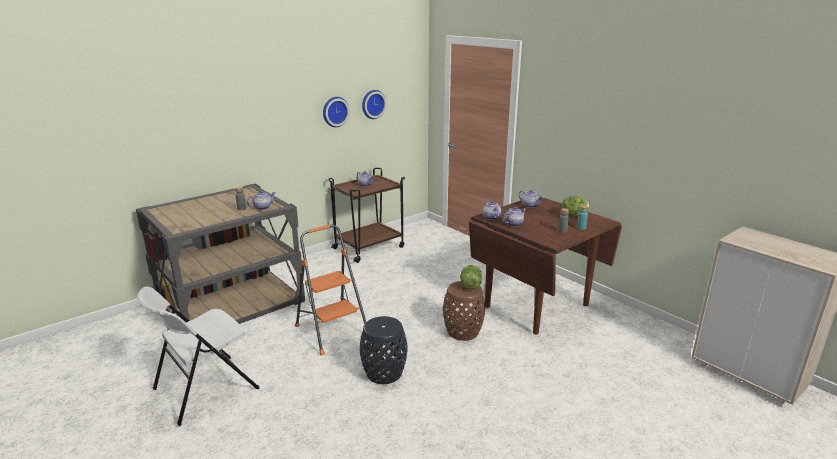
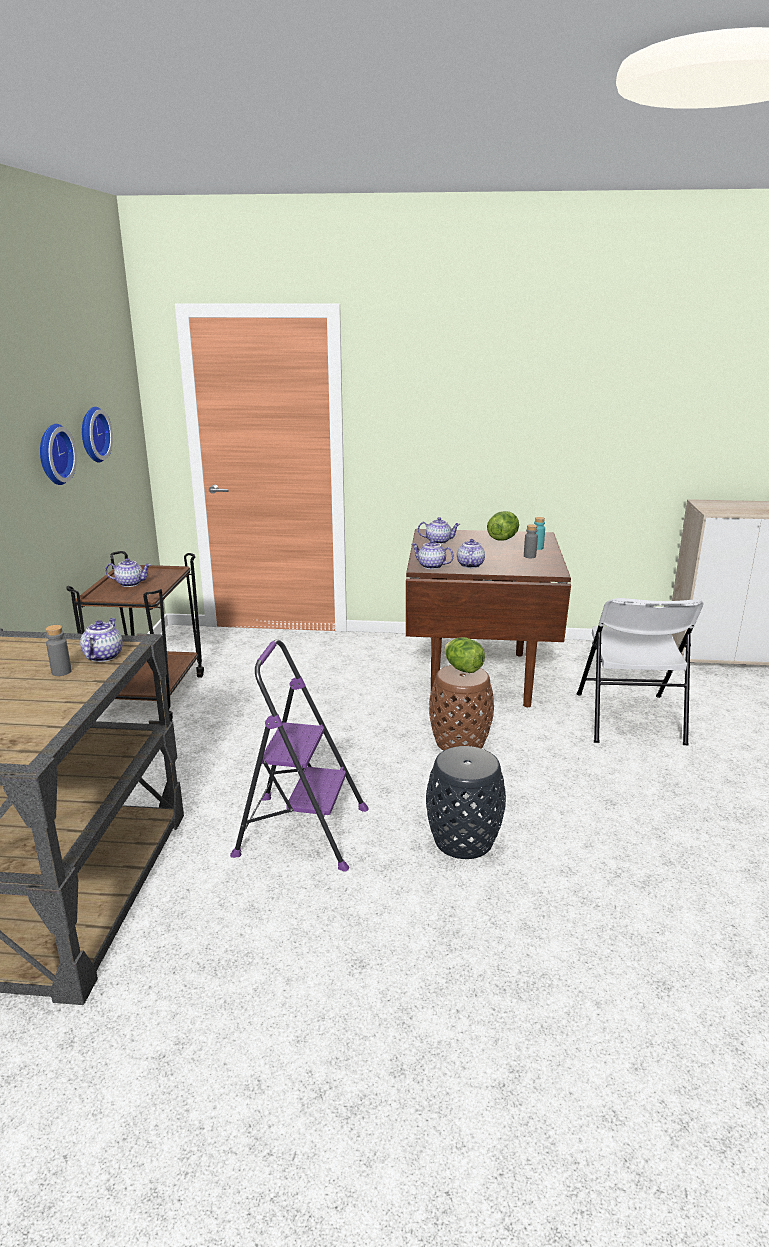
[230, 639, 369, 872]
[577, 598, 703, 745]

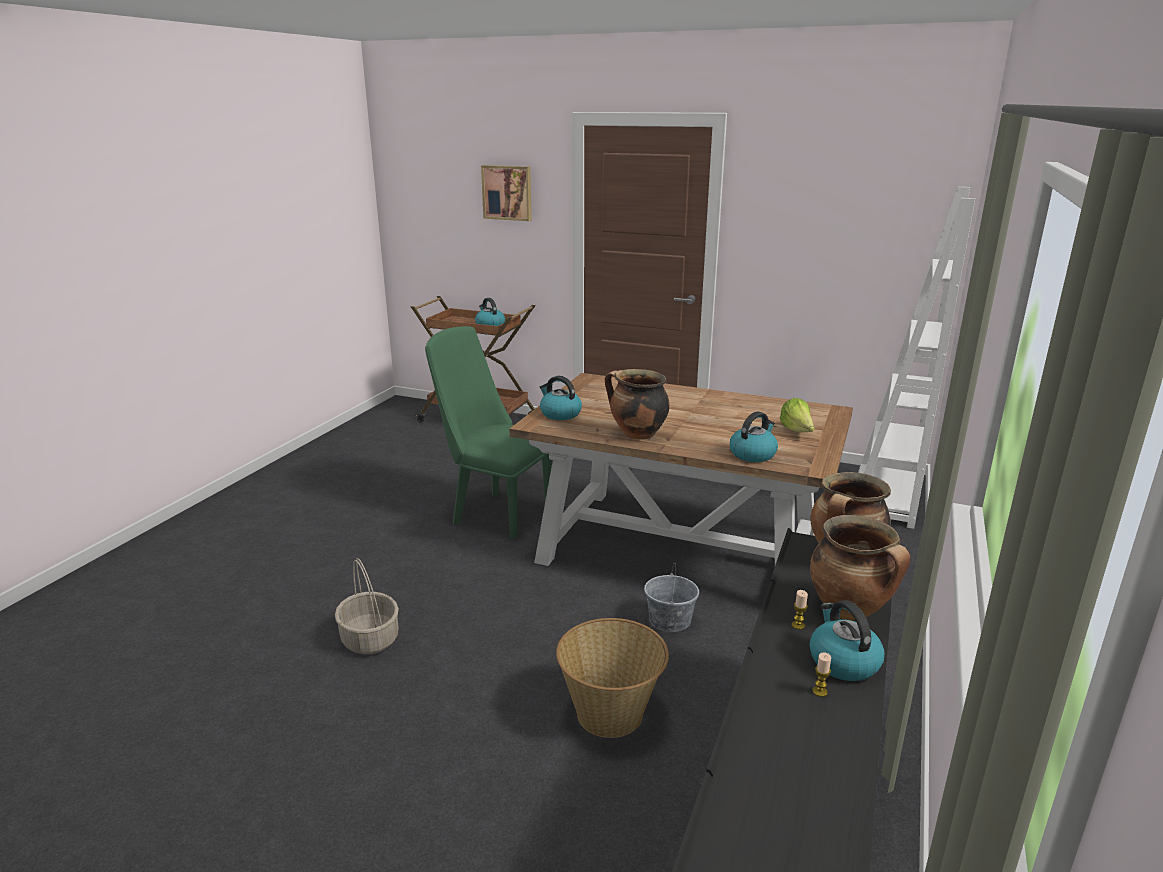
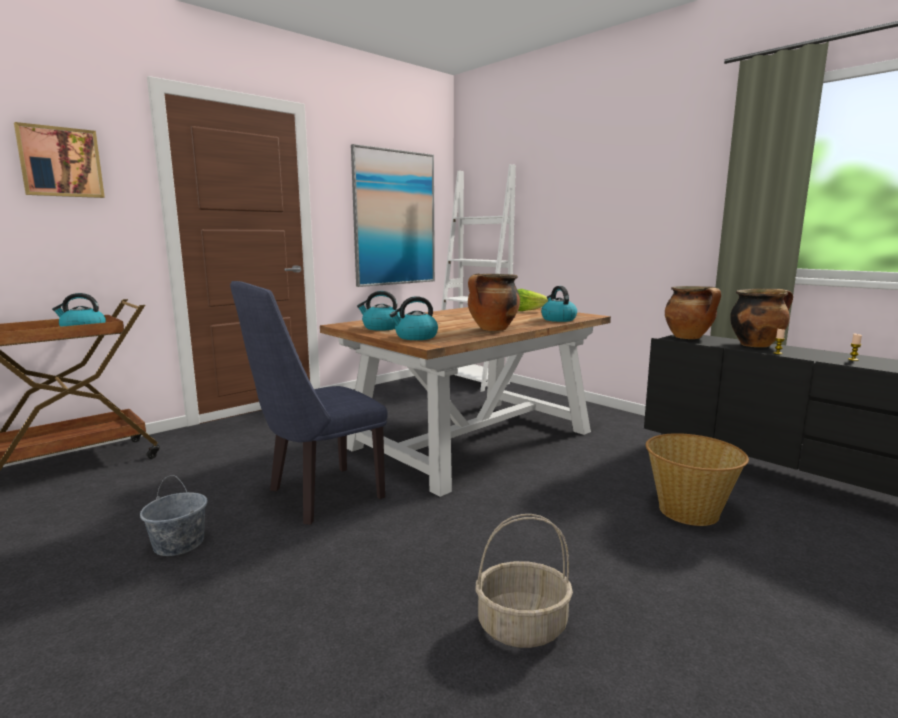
[140, 475, 207, 556]
[230, 281, 388, 525]
[351, 144, 435, 287]
[357, 291, 400, 331]

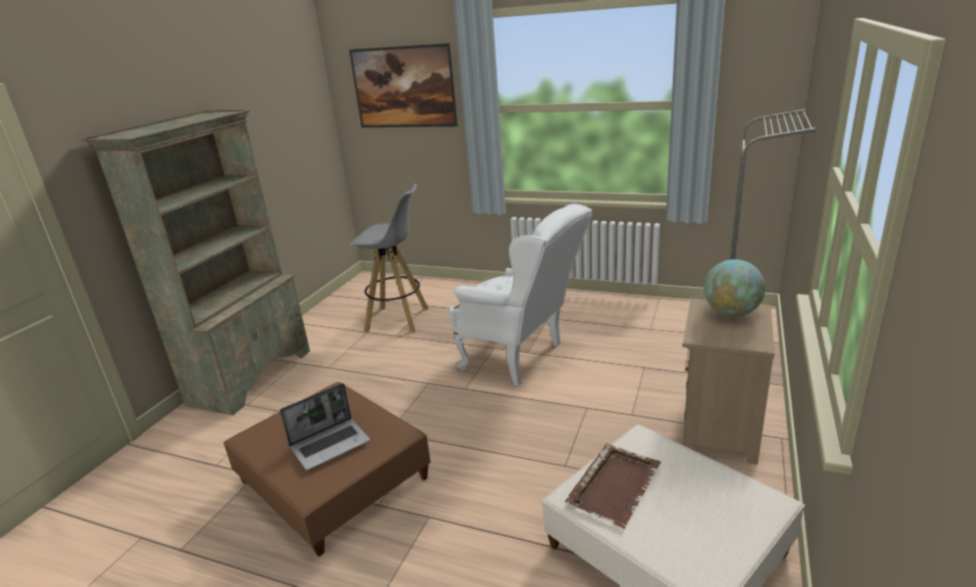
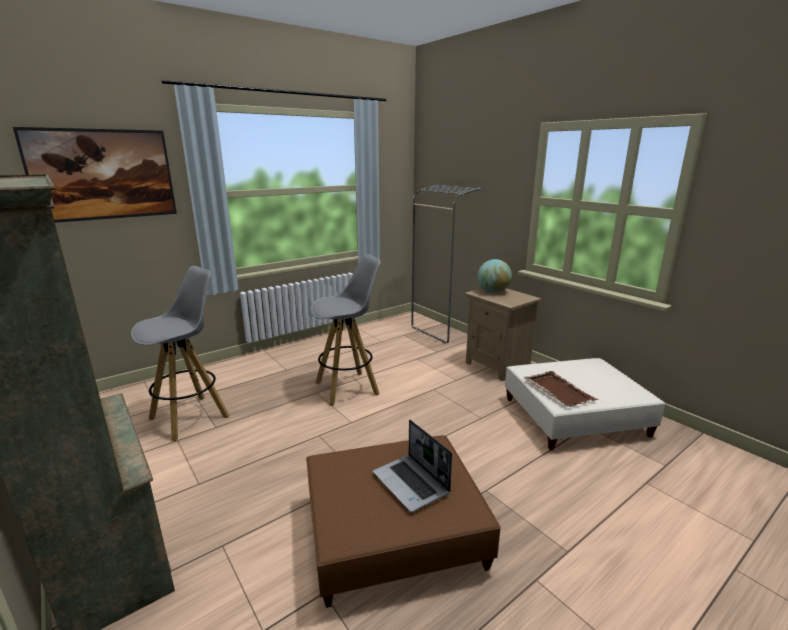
[311, 254, 381, 406]
[373, 420, 452, 512]

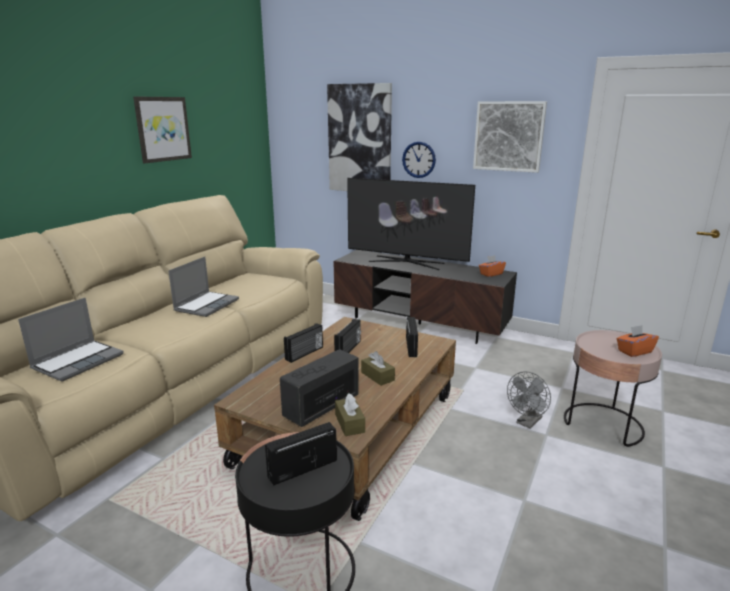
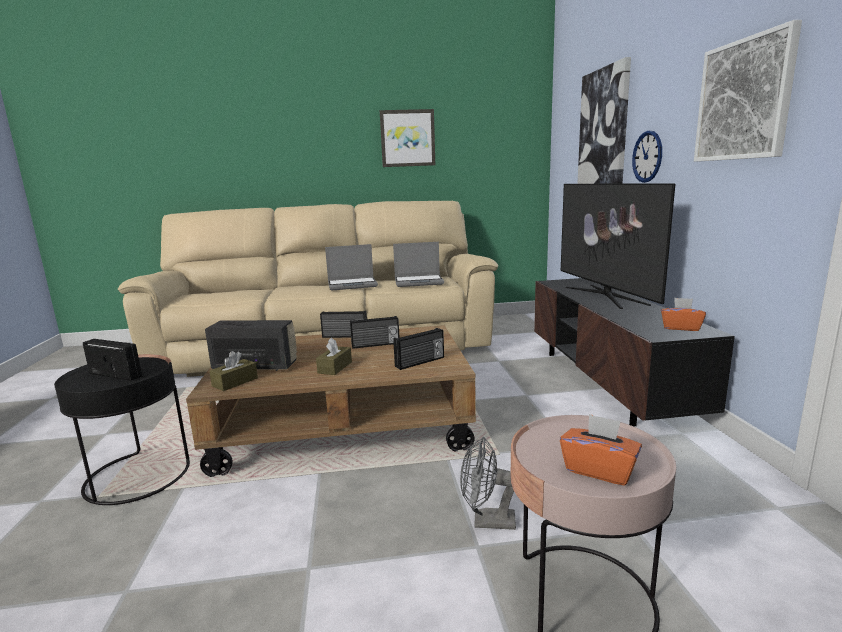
[393, 242, 444, 287]

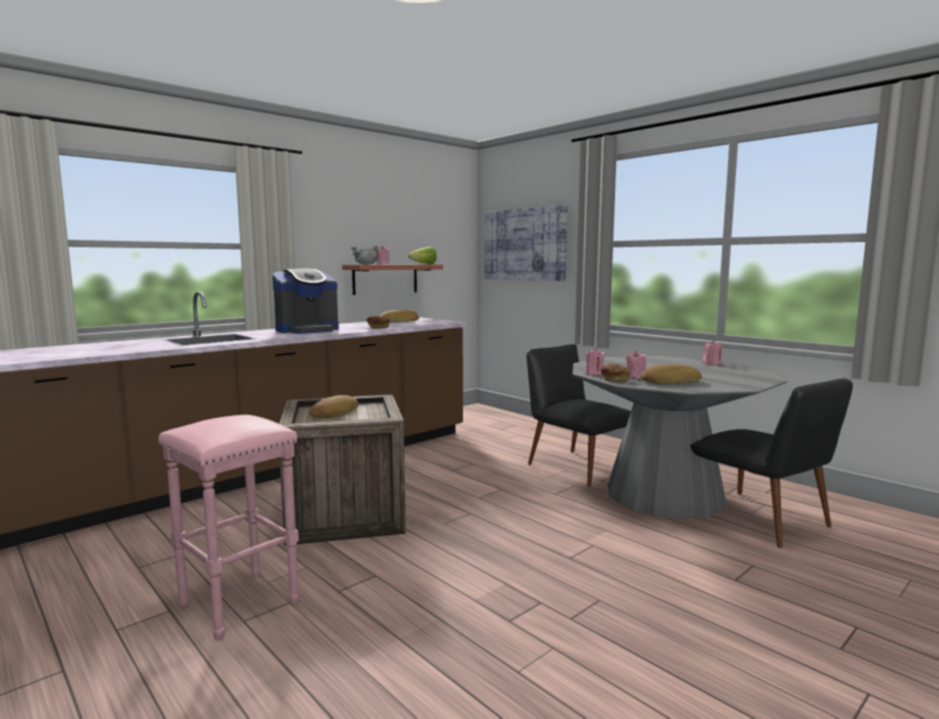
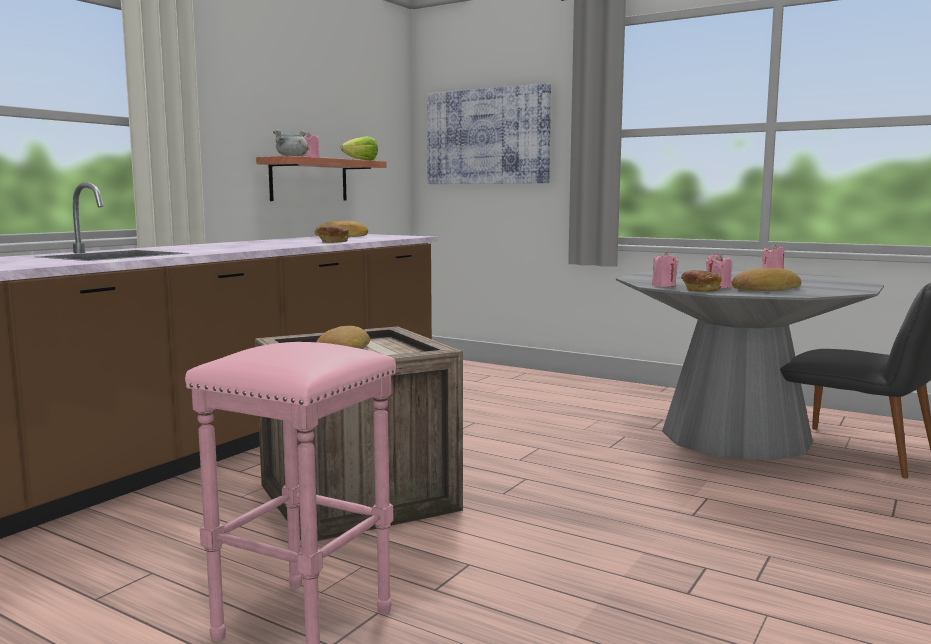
[272, 269, 339, 334] (first image)
[526, 344, 631, 487] (first image)

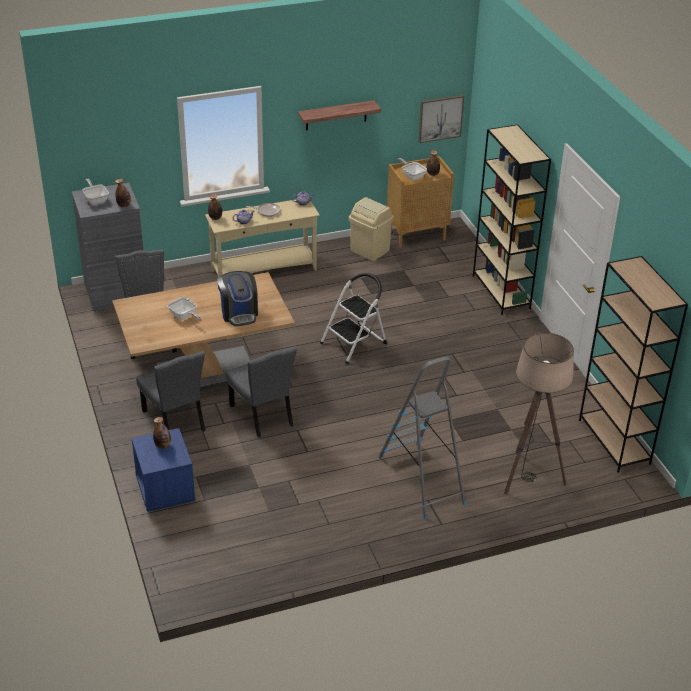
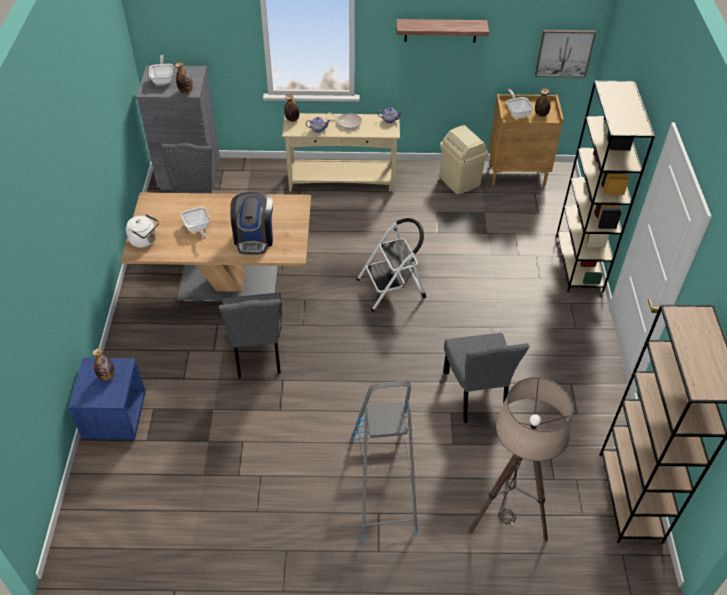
[126, 214, 159, 248]
[443, 333, 530, 423]

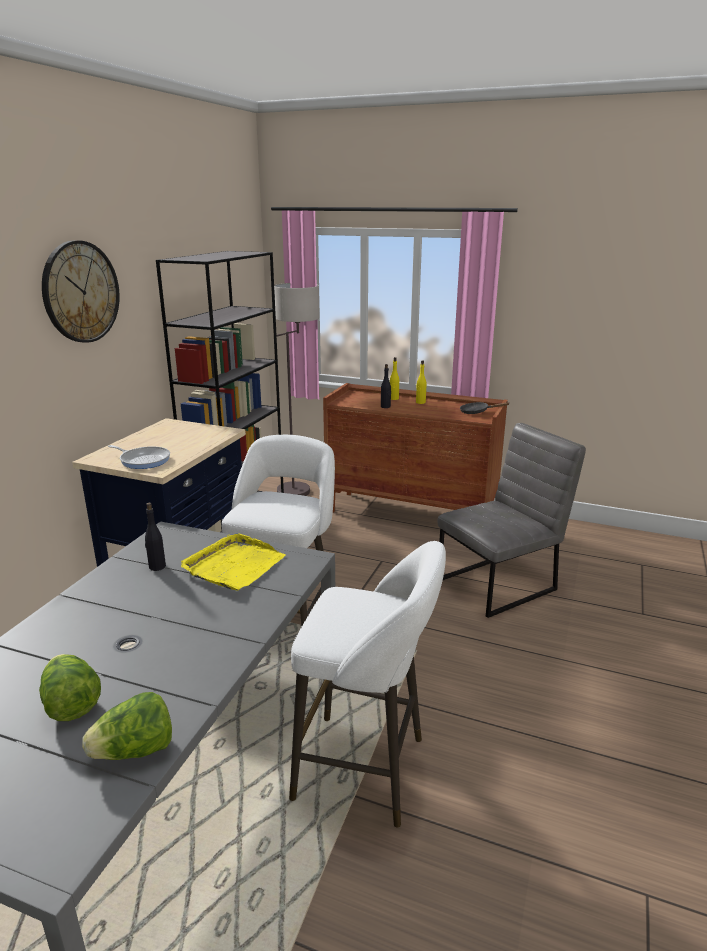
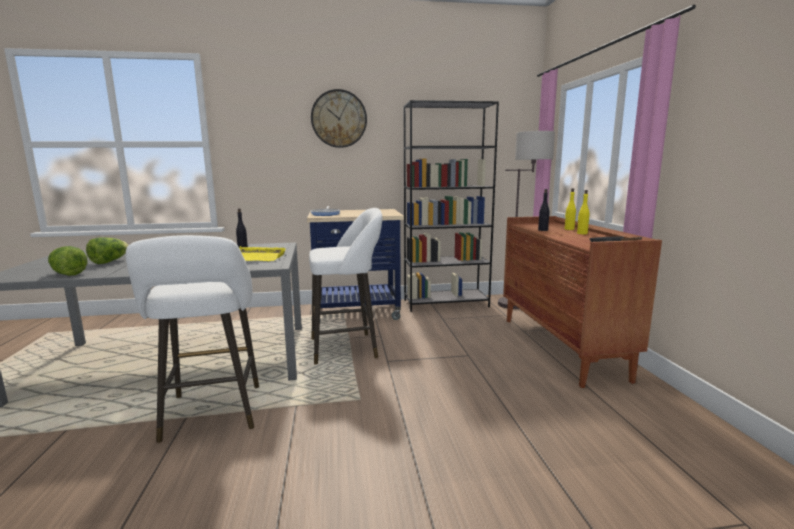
[437, 423, 586, 618] (first image)

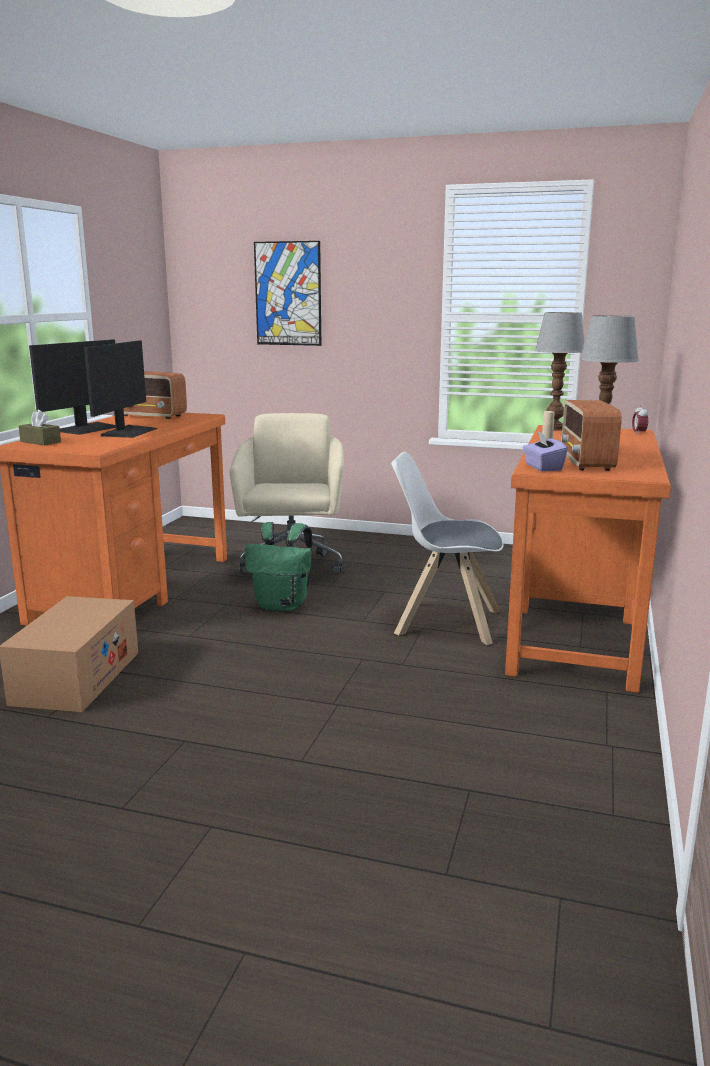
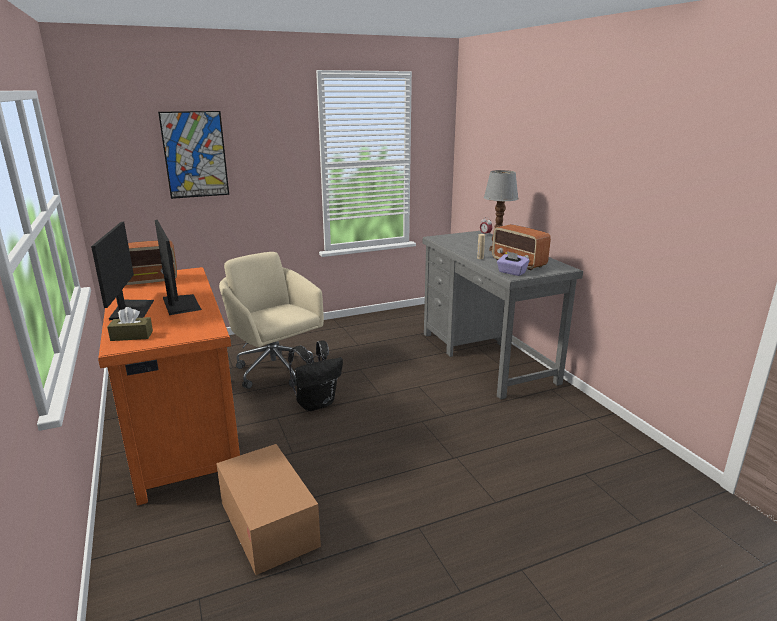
[288, 341, 343, 411]
[423, 231, 583, 399]
[391, 452, 504, 645] (first image)
[535, 312, 585, 431] (first image)

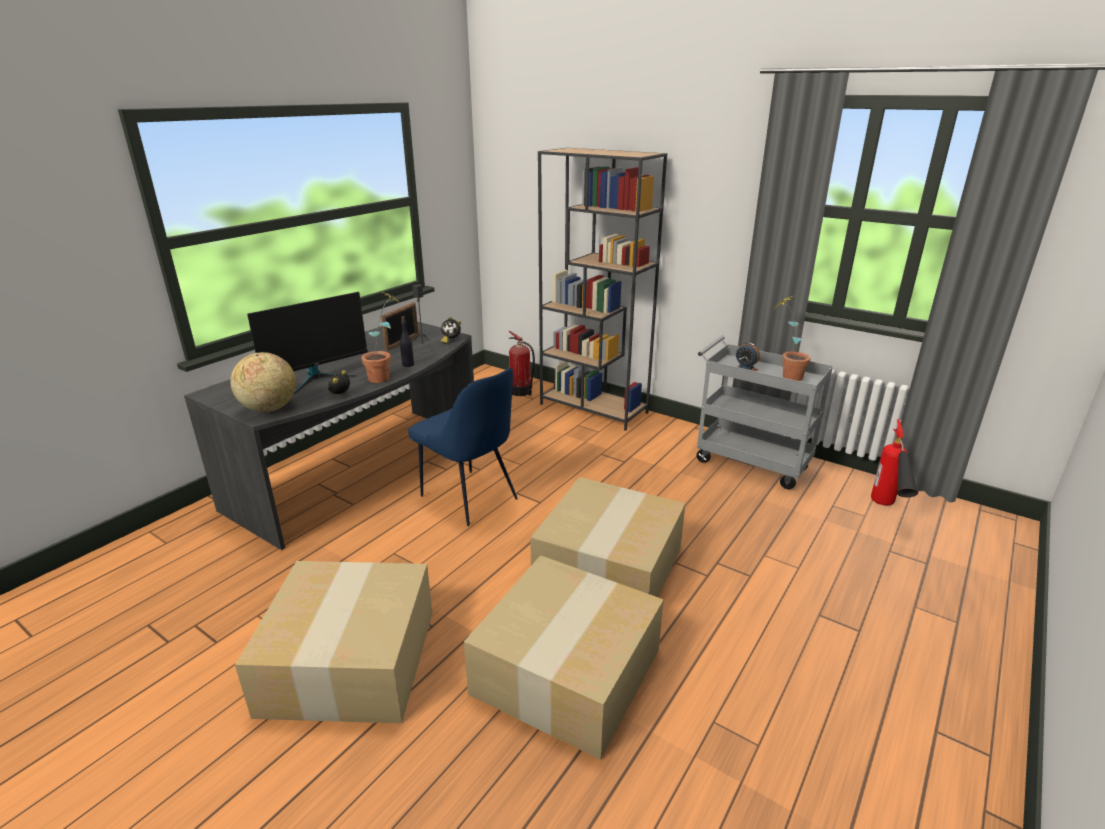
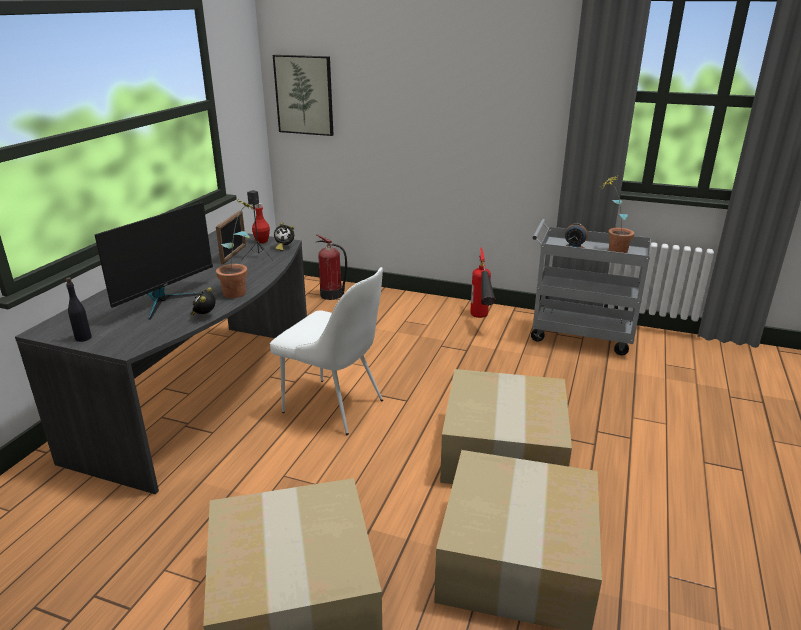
[66, 277, 92, 342]
[252, 203, 270, 243]
[270, 267, 383, 435]
[273, 55, 333, 136]
[470, 248, 496, 318]
[230, 352, 296, 412] (first image)
[538, 148, 667, 431] (first image)

